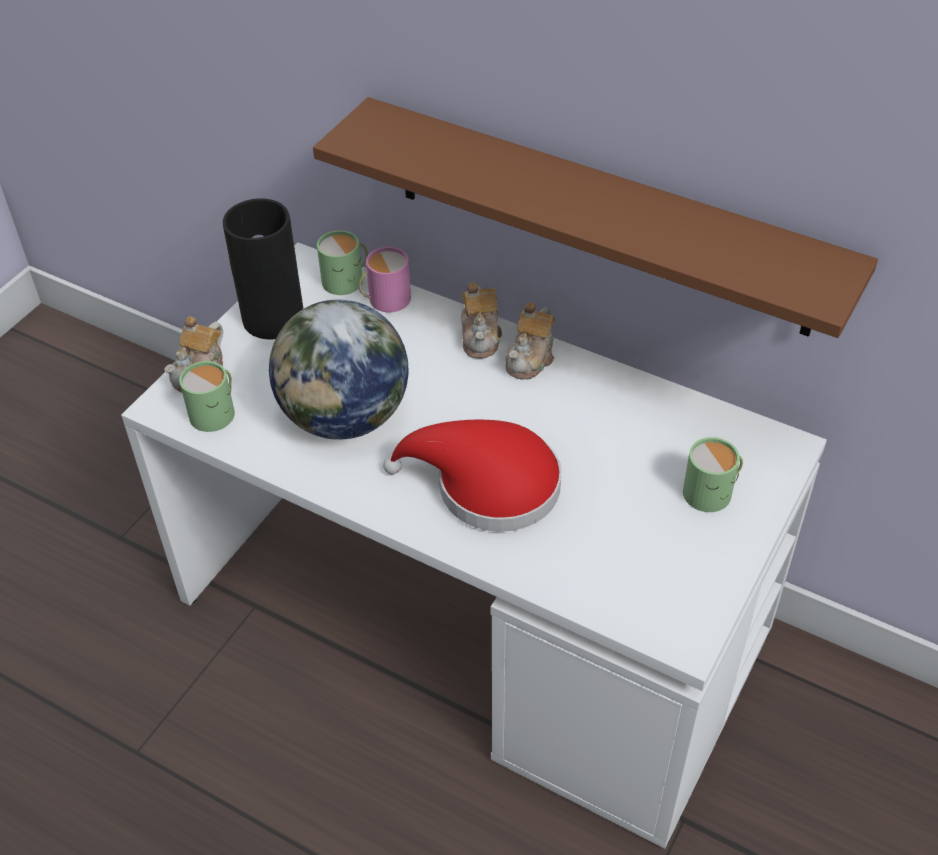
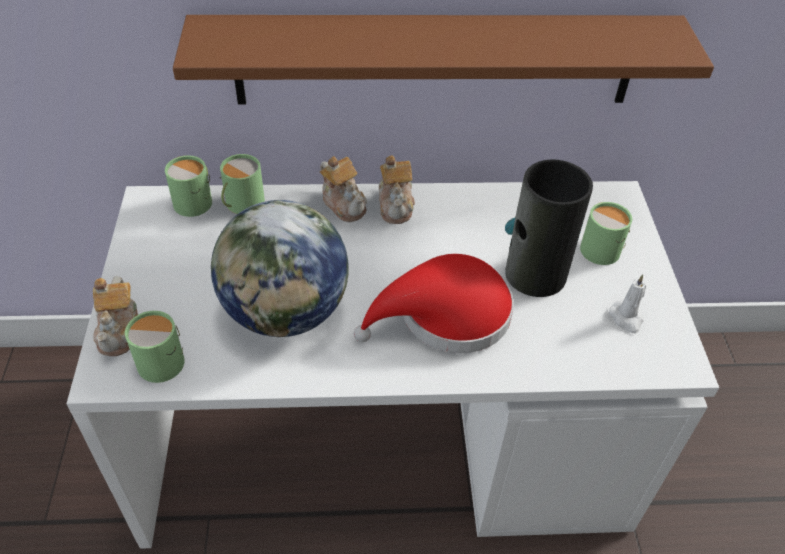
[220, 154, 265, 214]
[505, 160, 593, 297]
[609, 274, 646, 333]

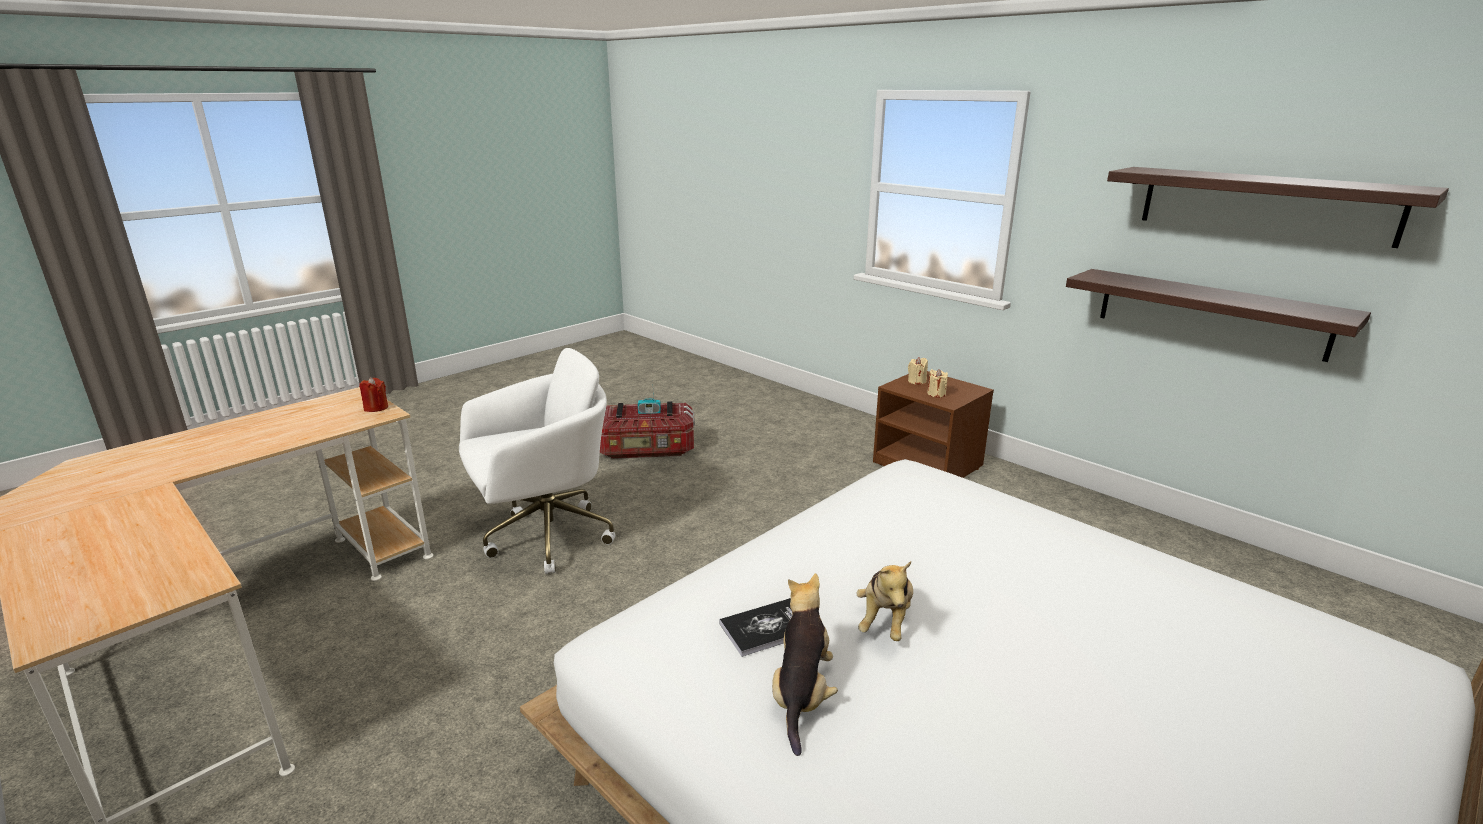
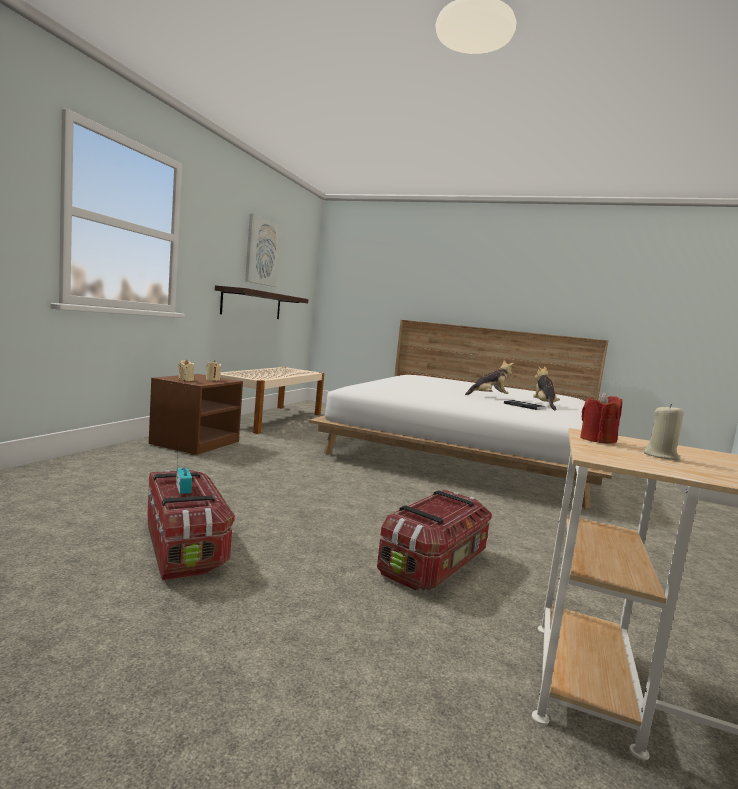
[220, 367, 324, 434]
[245, 214, 282, 287]
[377, 490, 492, 591]
[533, 365, 560, 410]
[644, 404, 684, 461]

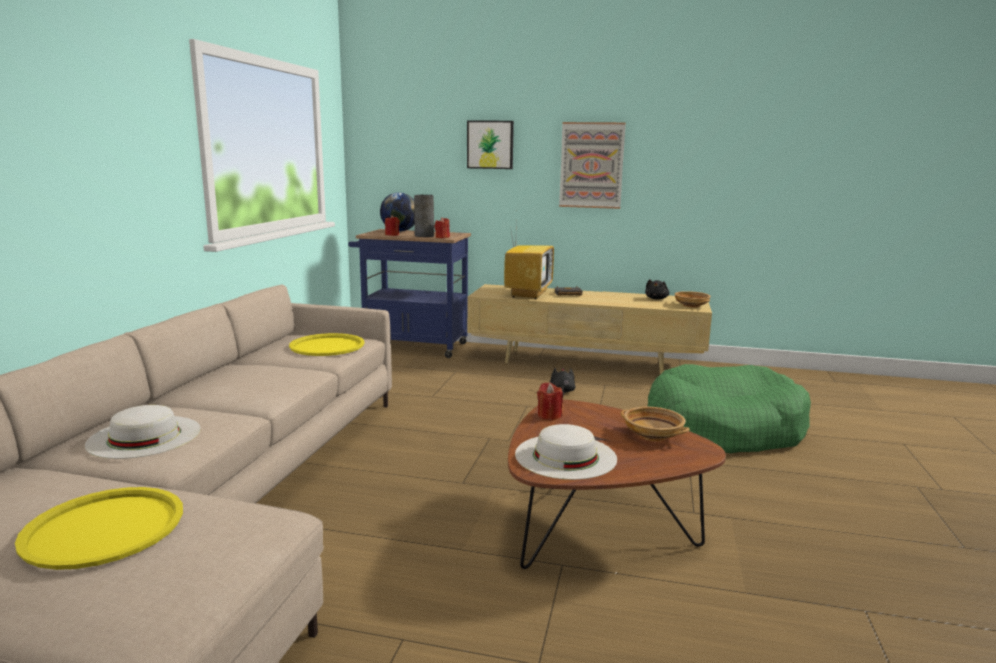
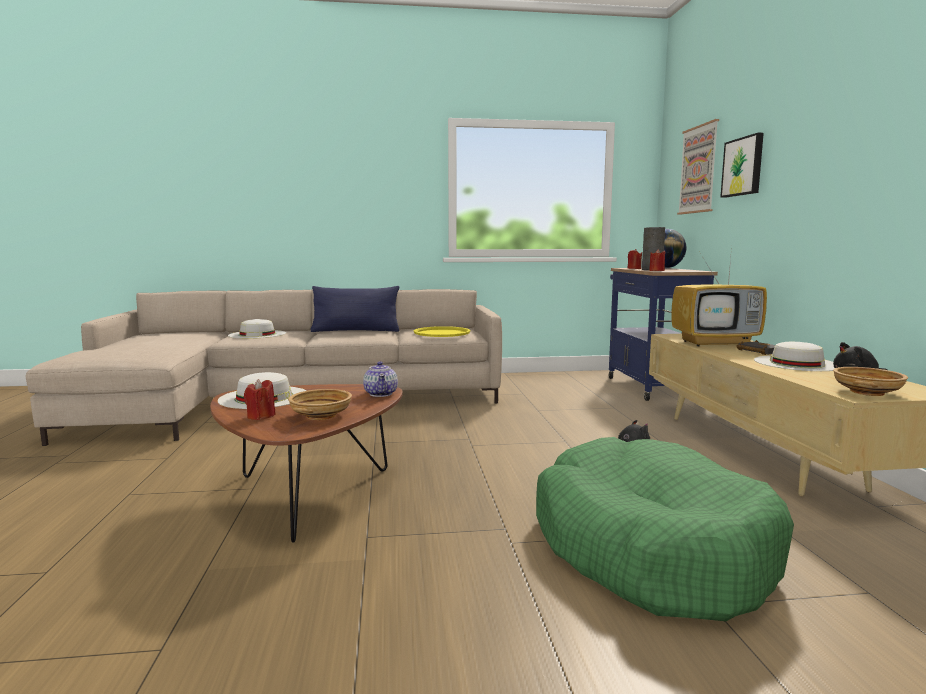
[244, 379, 276, 420]
[311, 286, 399, 332]
[363, 361, 398, 397]
[677, 119, 719, 215]
[754, 342, 835, 371]
[15, 487, 183, 570] (first image)

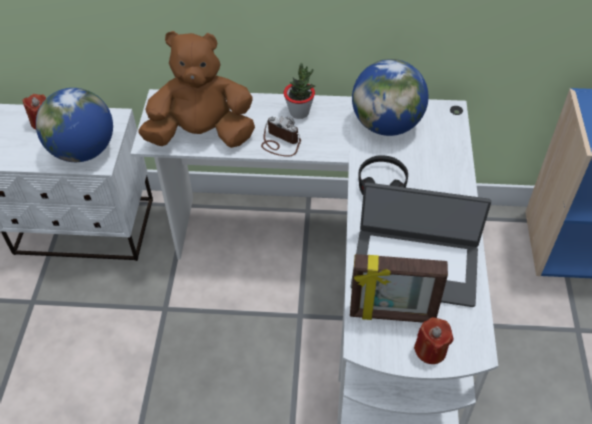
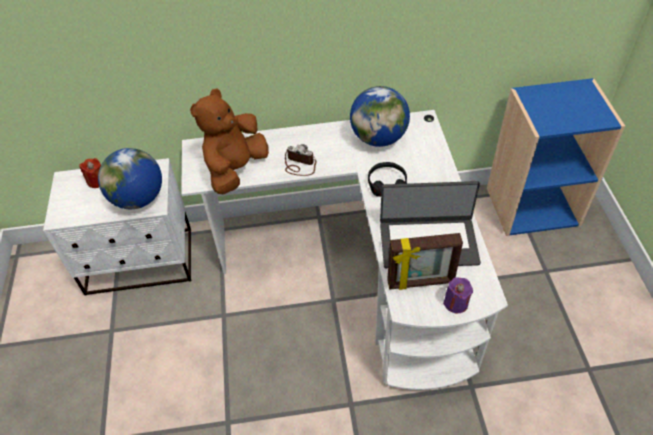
[190, 88, 269, 194]
[443, 277, 473, 313]
[284, 63, 315, 119] (first image)

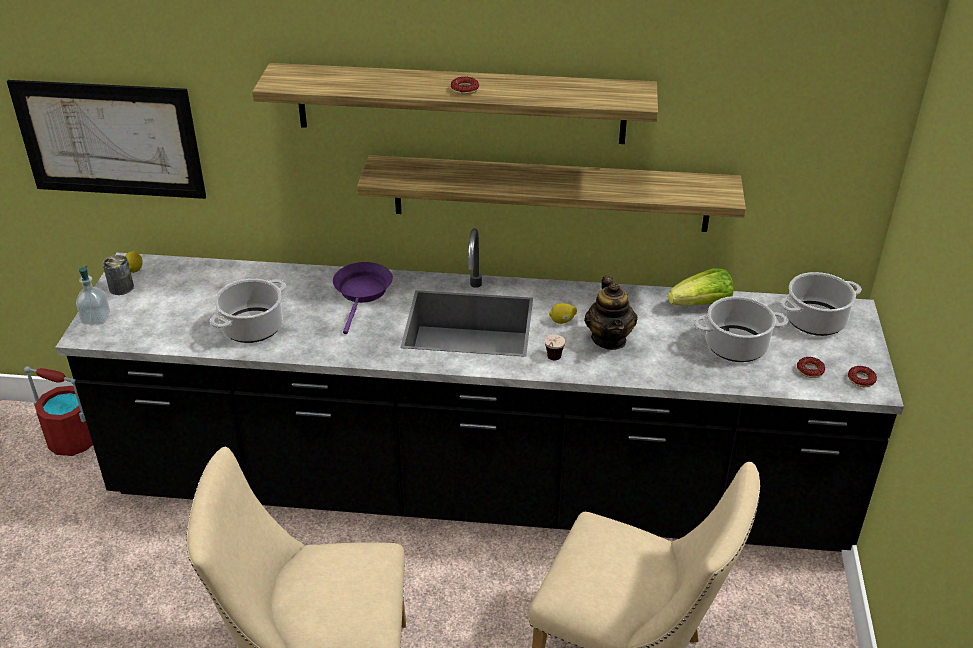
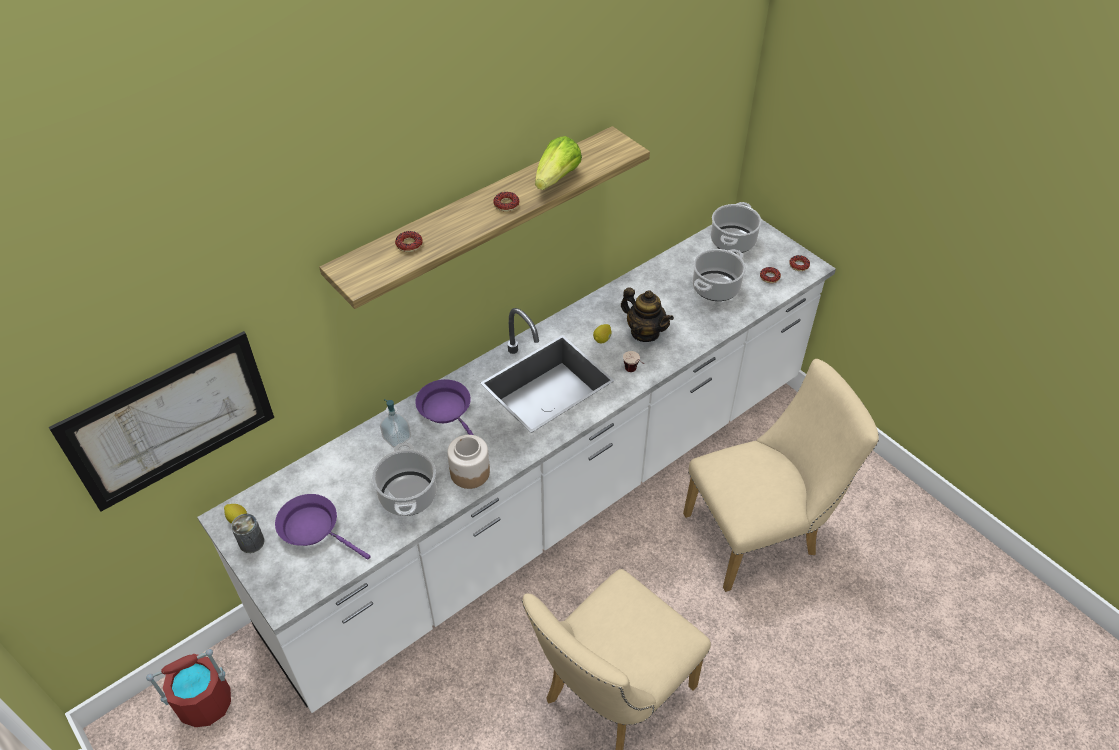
[197, 220, 836, 713]
[275, 494, 371, 559]
[380, 399, 411, 448]
[395, 231, 423, 252]
[447, 435, 490, 489]
[535, 136, 582, 190]
[357, 155, 746, 232] (first image)

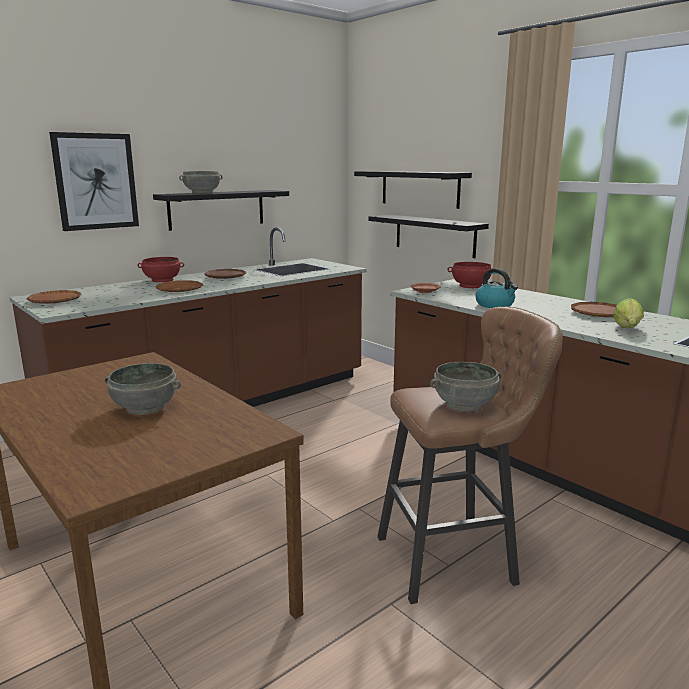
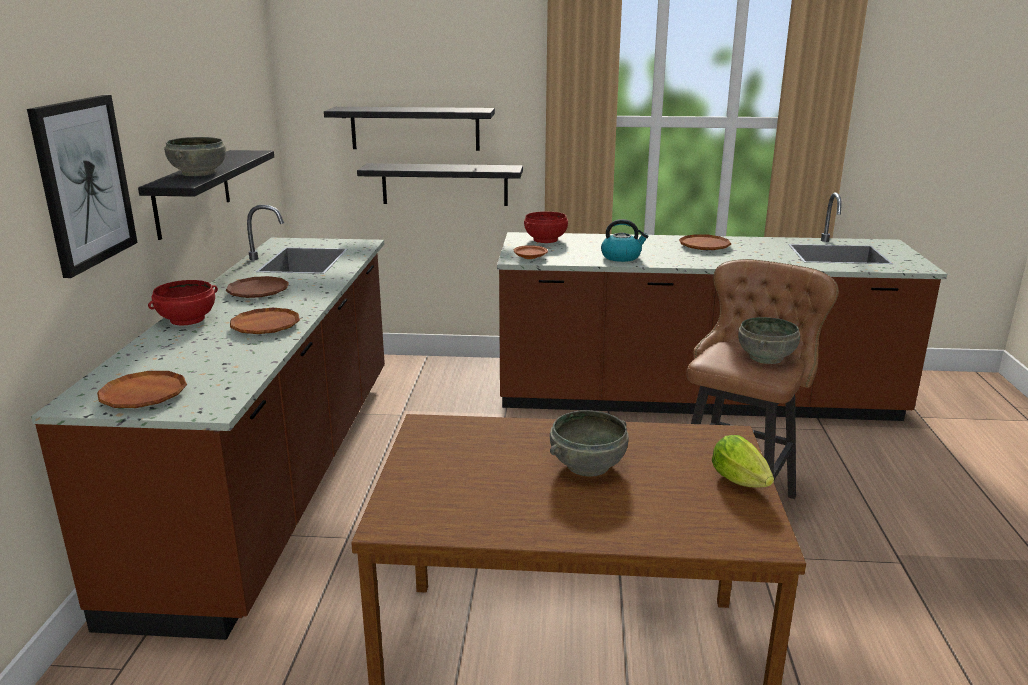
[712, 435, 774, 488]

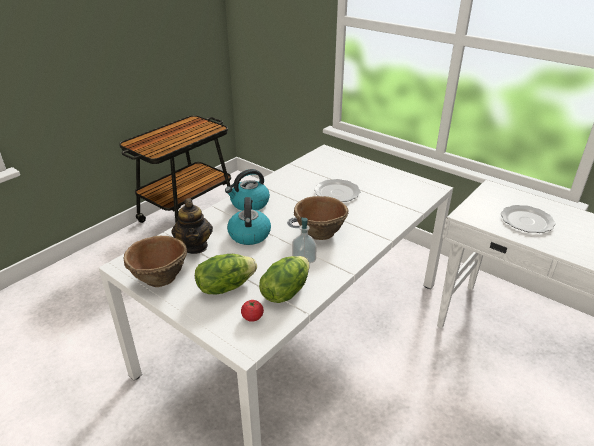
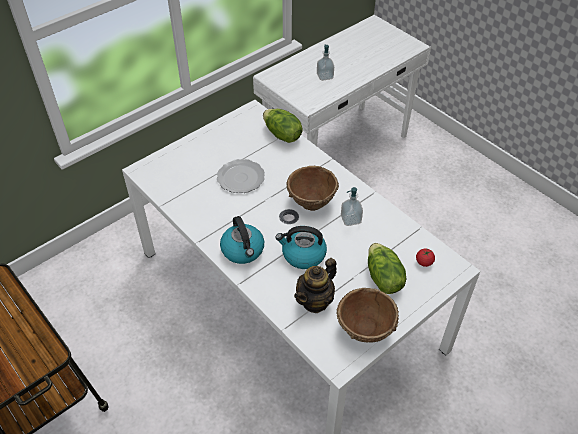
[263, 109, 303, 143]
[294, 258, 337, 313]
[317, 44, 334, 81]

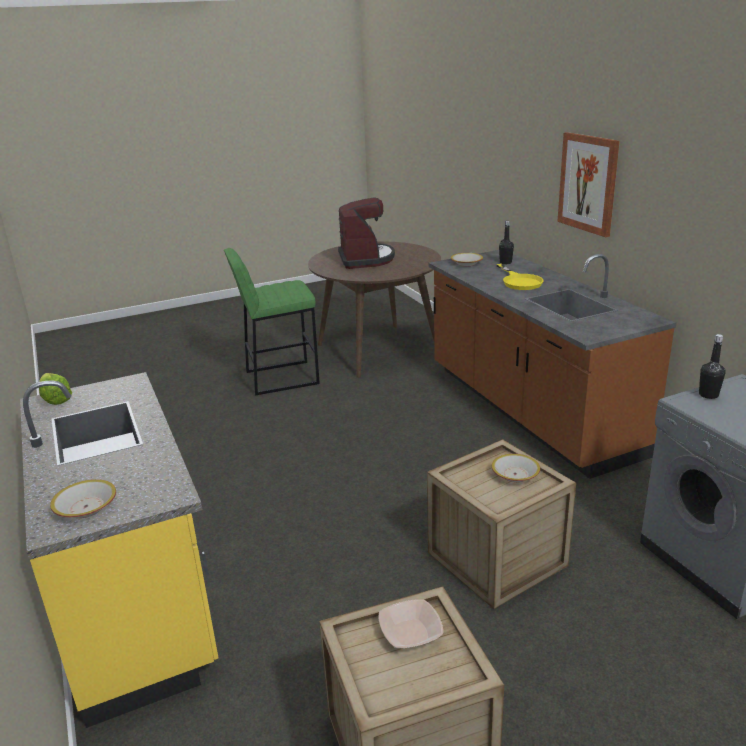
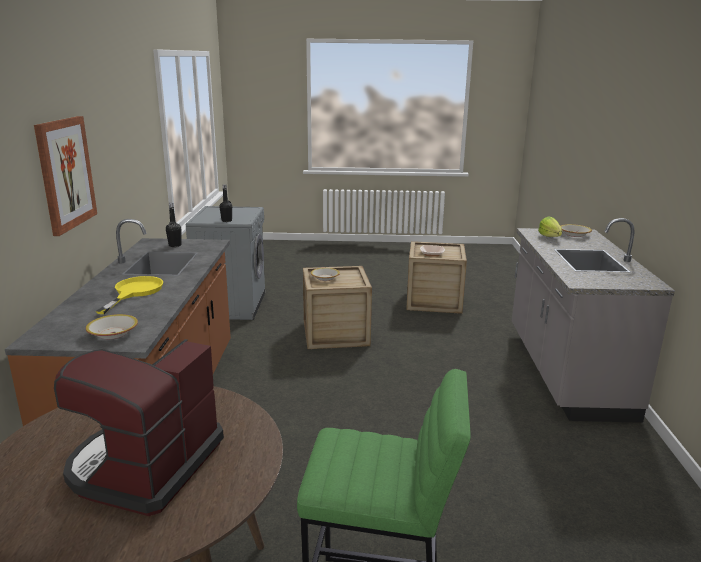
[166, 203, 182, 247]
[511, 218, 675, 423]
[538, 216, 562, 237]

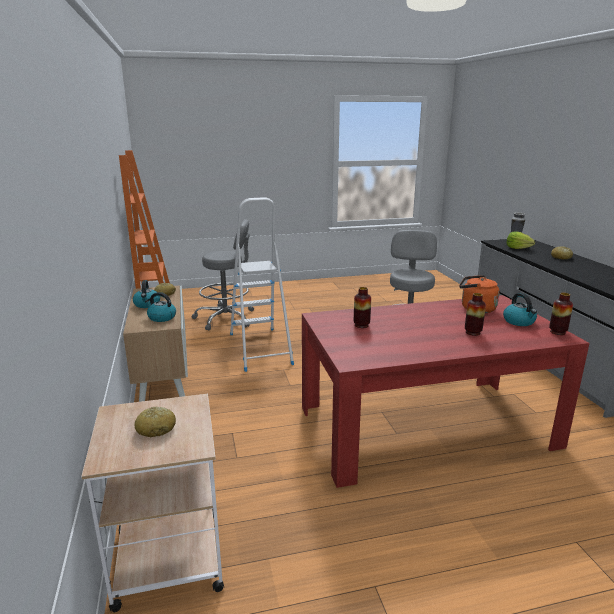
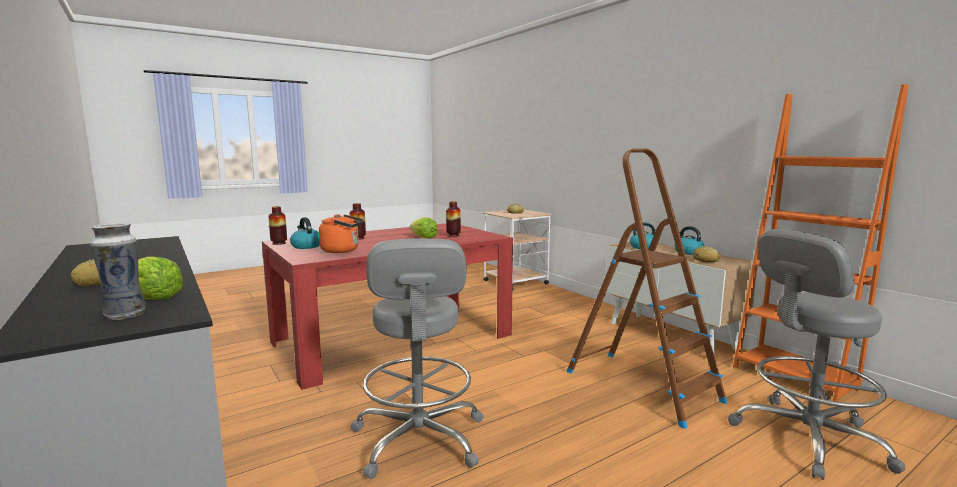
[410, 217, 438, 238]
[567, 149, 728, 429]

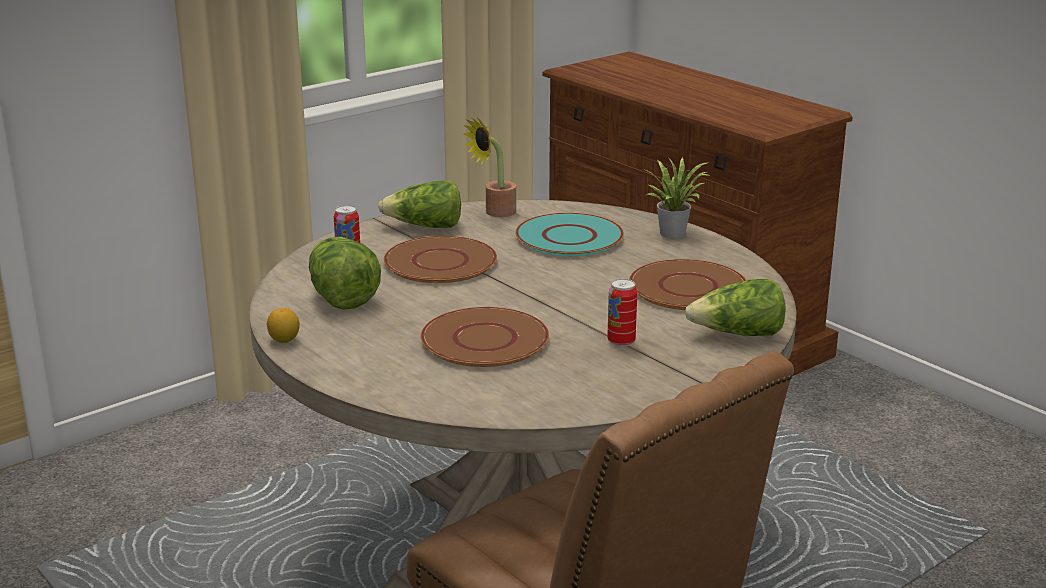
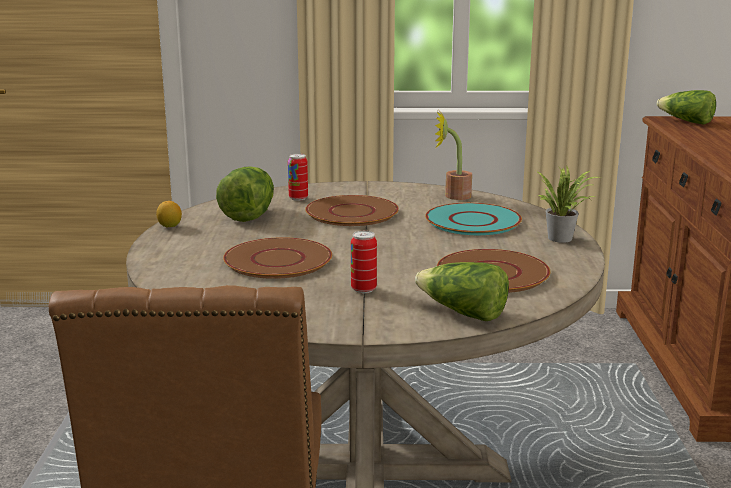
[657, 90, 716, 125]

